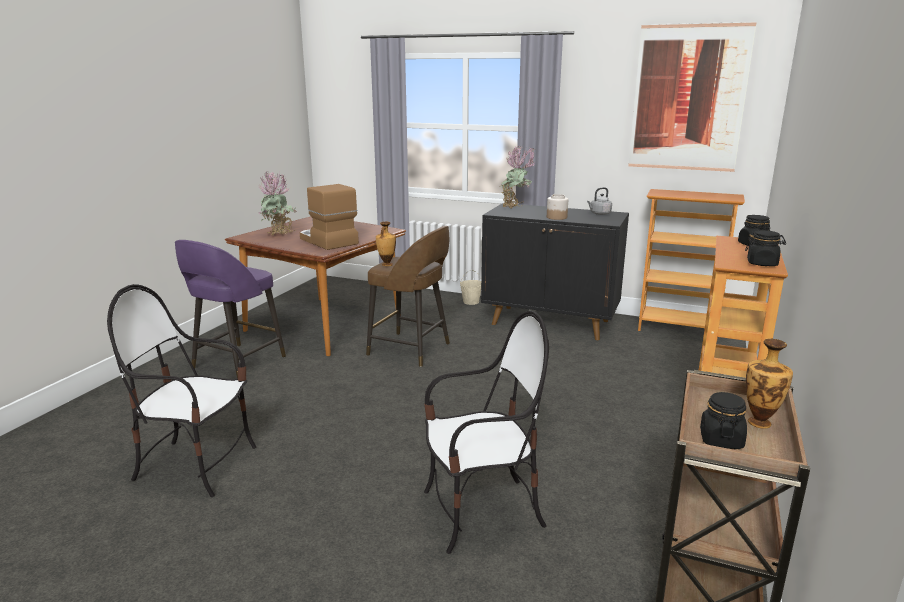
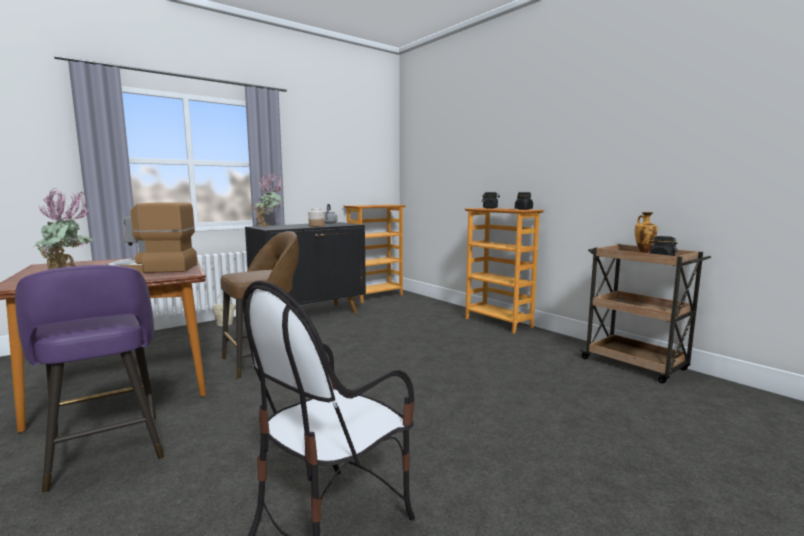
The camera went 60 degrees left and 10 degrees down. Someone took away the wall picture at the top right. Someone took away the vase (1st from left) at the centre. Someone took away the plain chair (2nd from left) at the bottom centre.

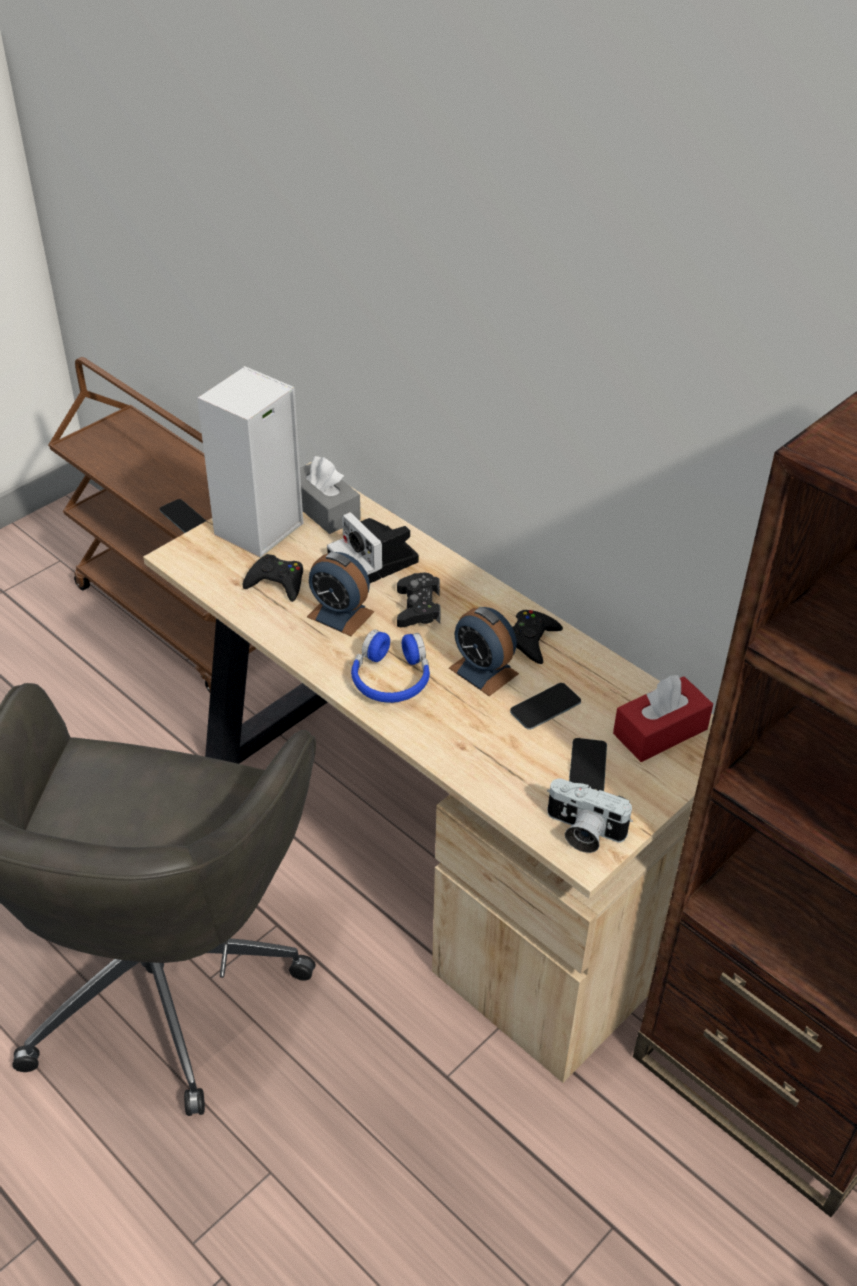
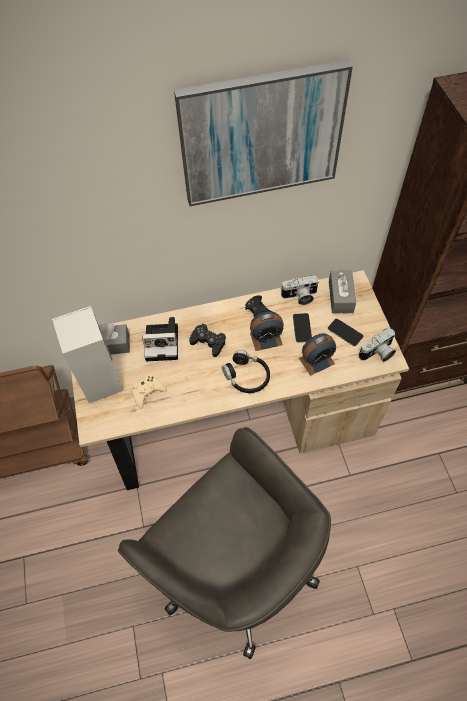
The camera went 55 degrees left and 15 degrees up. Someone took away the telephone (1st from left) at the middle left. Someone carried the bedside clock (1st from left in the first image) from the centre to the middle right. Someone repainted the gamepad (black) (1st from left) at the middle left, which became the gamepad (beige) at the middle left. Someone repainted the headphones (blue) at the centre, which became the headphones (black) at the centre. Someone repainted the tissue holder (reddish) at the middle right, which became the tissue holder (grey) (2nd from left) at the middle right. Someone put up the wall picture at the top centre. Someone put down the photo camera (2nd from left) at the centre.

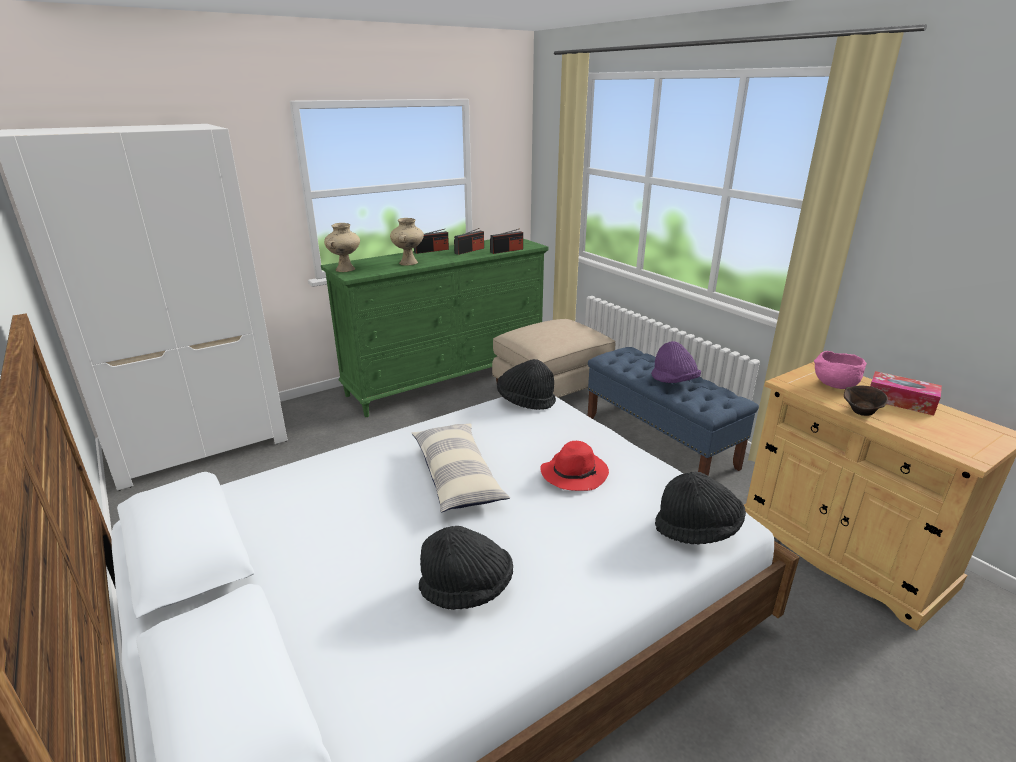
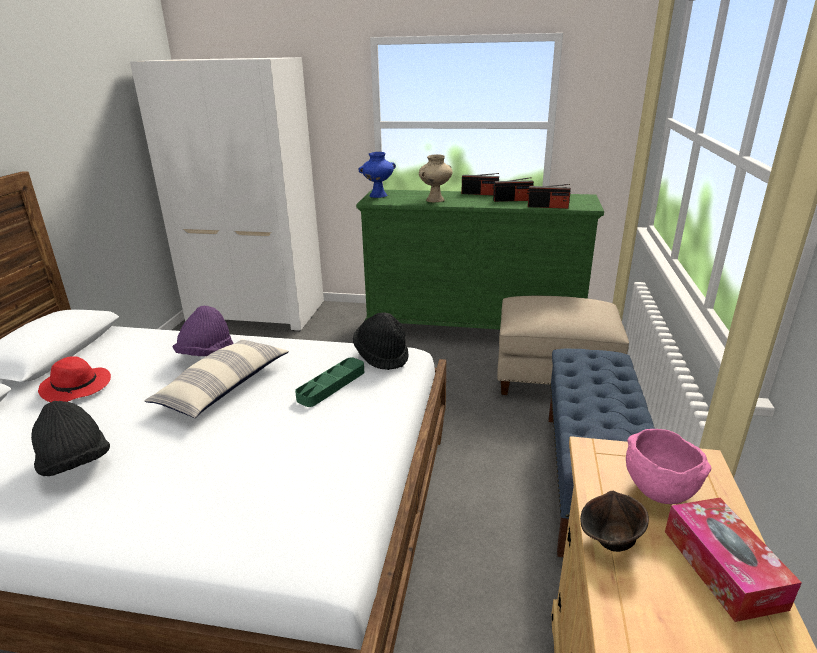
The camera went 45 degrees right and 0 degrees up. Someone repainted the vase (beige) (1st from left) at the top centre, which became the vase (blue) at the top centre. Someone carried the hat (purple-coloured) from the centre to the middle left. Someone carried the hat (reddish) from the centre to the middle left. Someone took away the hat (black) (3rd from left) at the middle right. Someone put down the serving tray (green) at the centre.

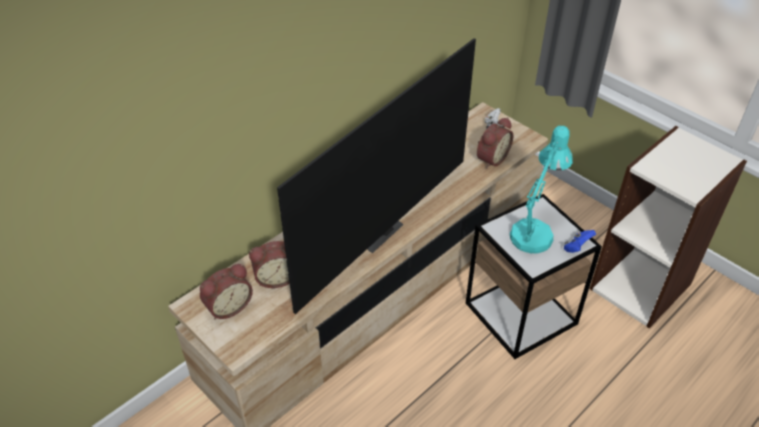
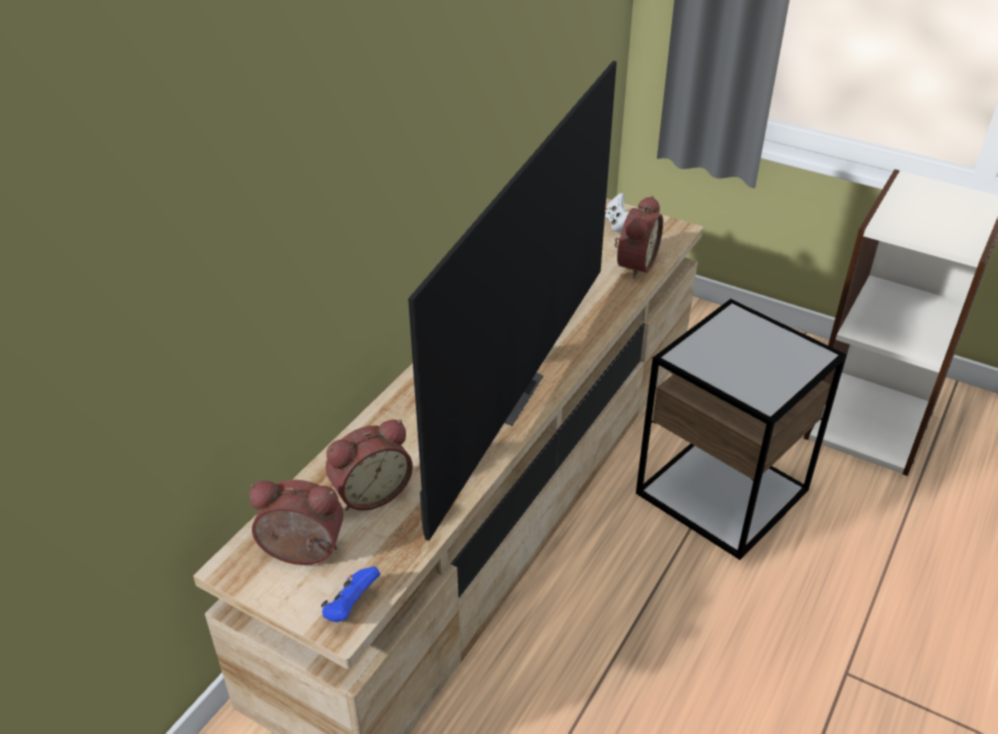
The camera went 15 degrees left and 5 degrees down. Someone took away the lamp for a table (turquoise) at the middle right. Someone carried the gamepad (blue) from the middle right to the bottom centre. Someone rotated the bedside clock (1st from left) at the bottom left by 120 degrees counterclockwise.

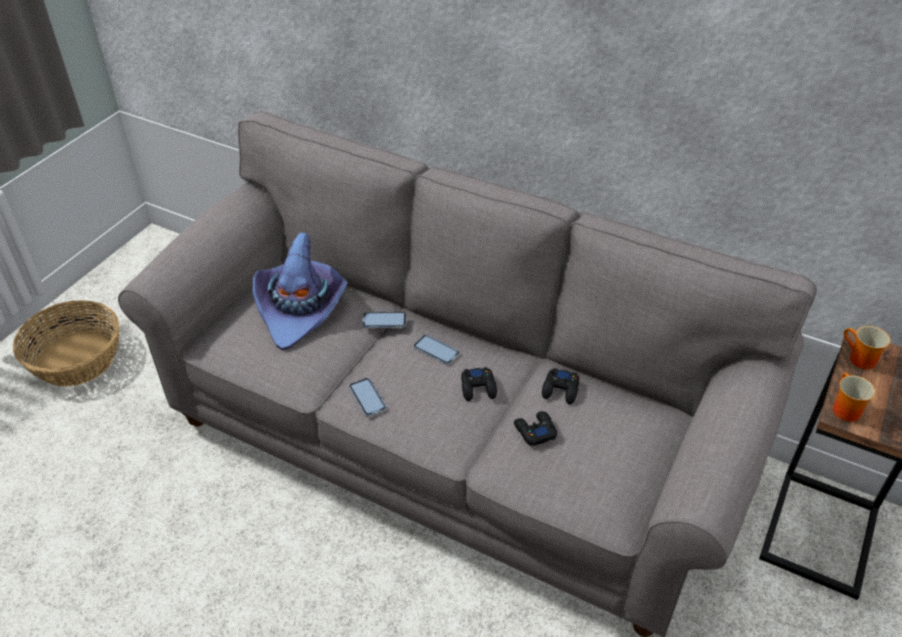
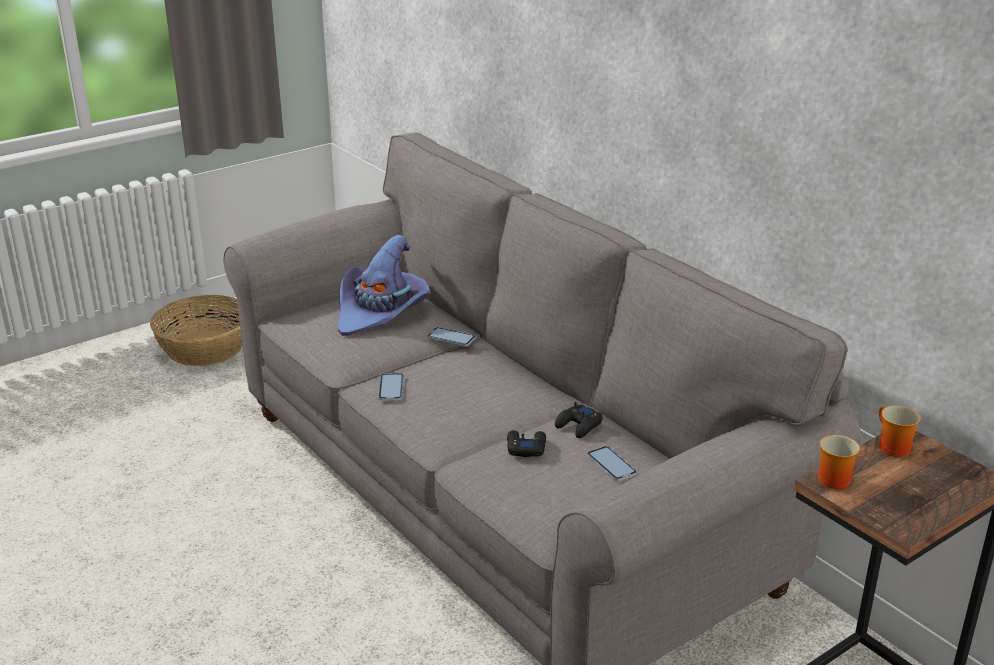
The camera went 25 degrees right and 15 degrees down. Someone carried the telephone (3rd from left) from the centre to the bottom centre. Someone took away the gamepad (black) (1st from left) at the centre.

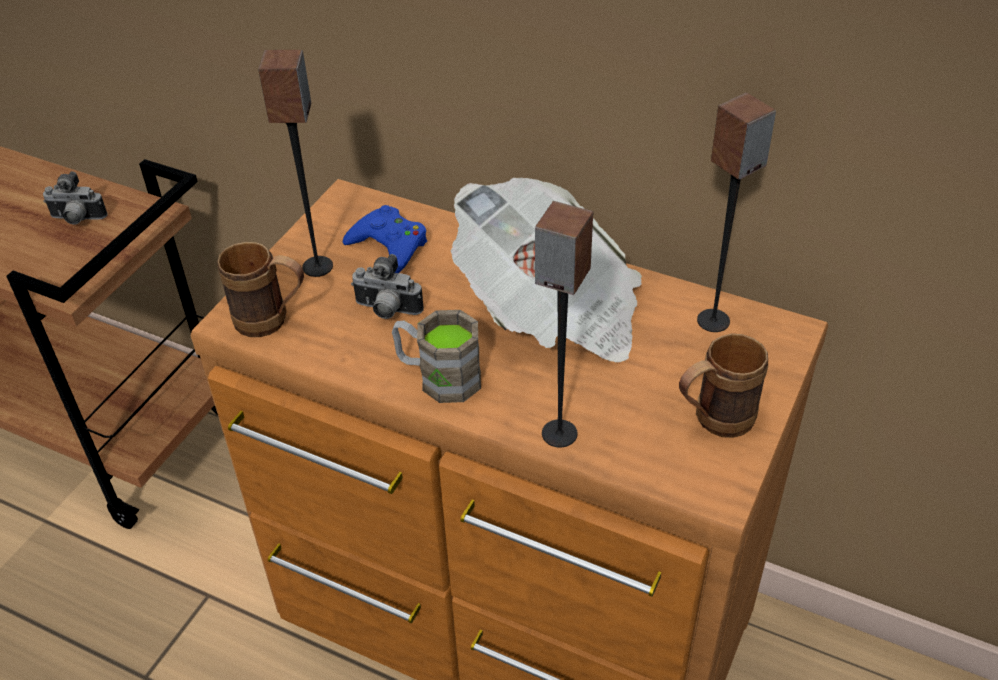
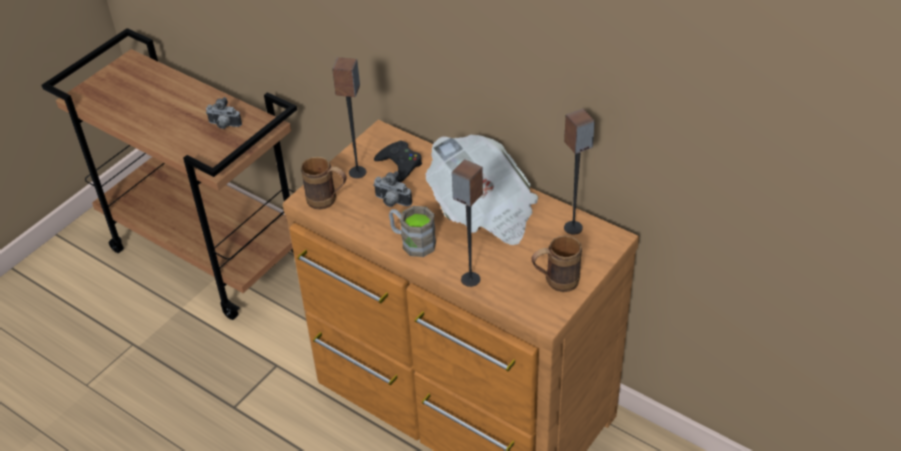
The camera went 10 degrees right and 0 degrees up. Someone repainted the gamepad (blue) at the centre, which became the gamepad (black) at the centre.

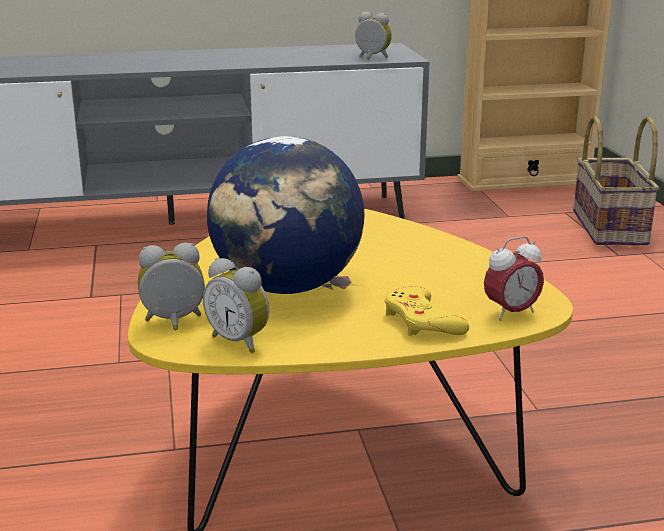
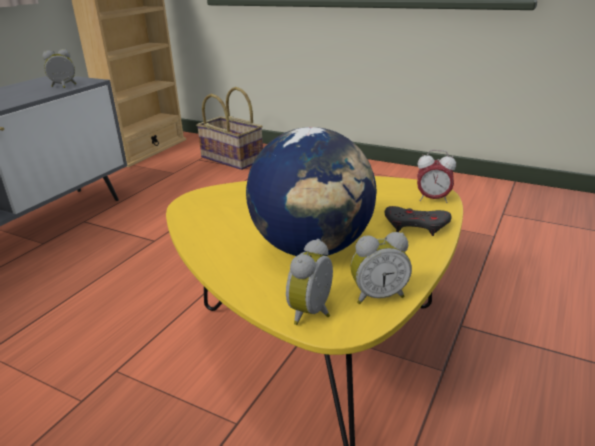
The camera went 50 degrees left and 5 degrees up. Someone rotated the bedside clock (4th from left) at the middle right by 90 degrees clockwise. Someone repainted the gamepad (yellowish) at the centre, which became the gamepad (grey) at the middle right.

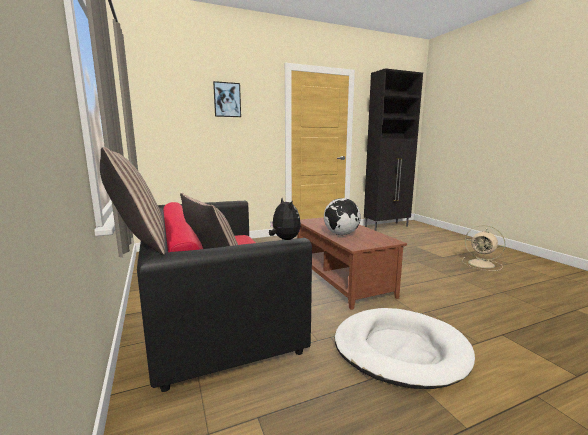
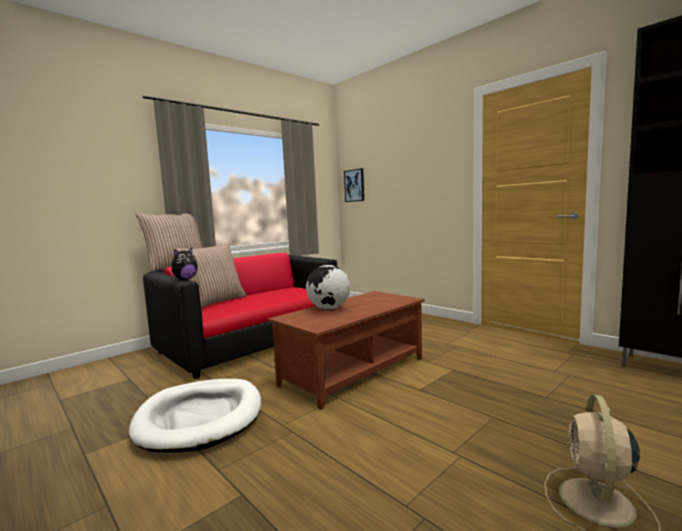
The camera went 70 degrees right and 5 degrees down. Someone carried the wall picture from the top centre to the centre.

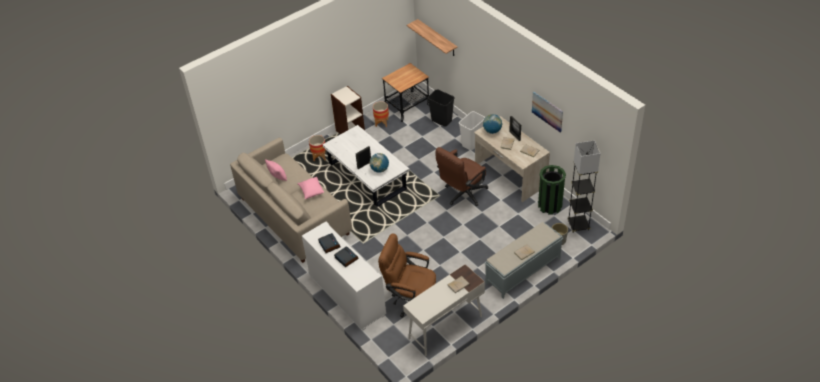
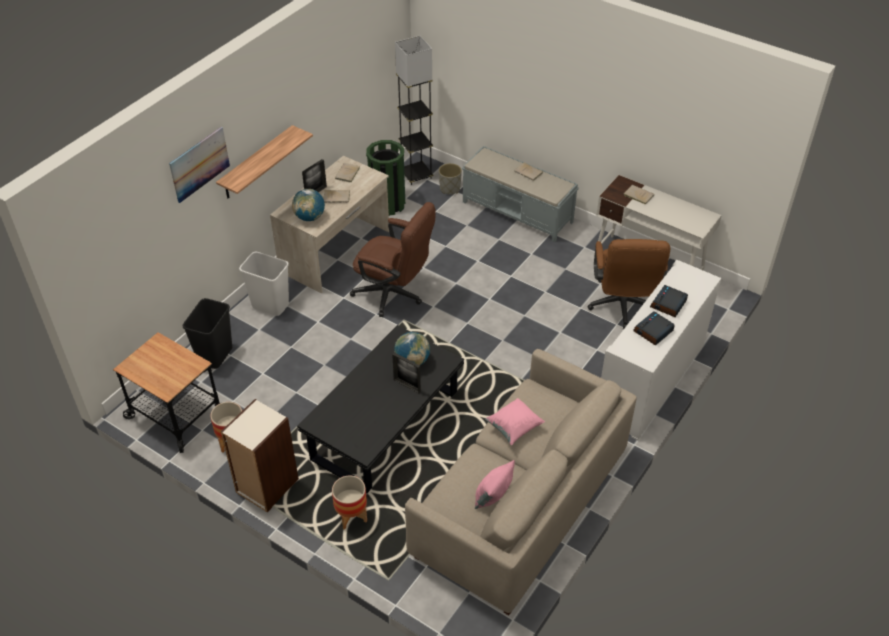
The camera went 110 degrees left and 0 degrees up. Someone carried the wall shelf from the top centre to the top left. Someone carried the wall picture from the top right to the top left. Someone repainted the lounge table (white-coloured) at the centre, which became the lounge table (black) at the centre.

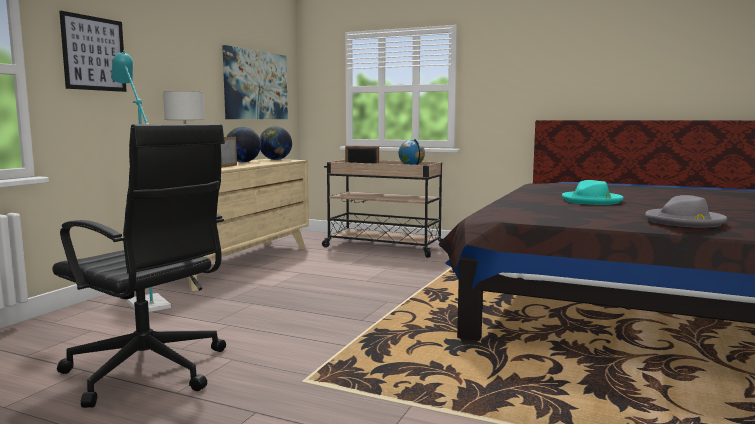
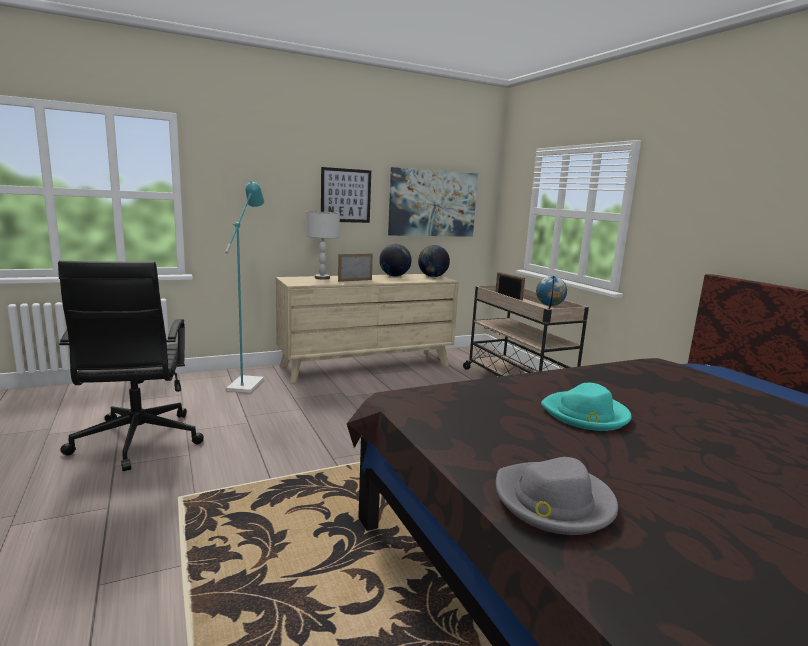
The camera went 40 degrees right and 5 degrees up. Someone carried the wall picture (1st from left) from the top left to the top centre.

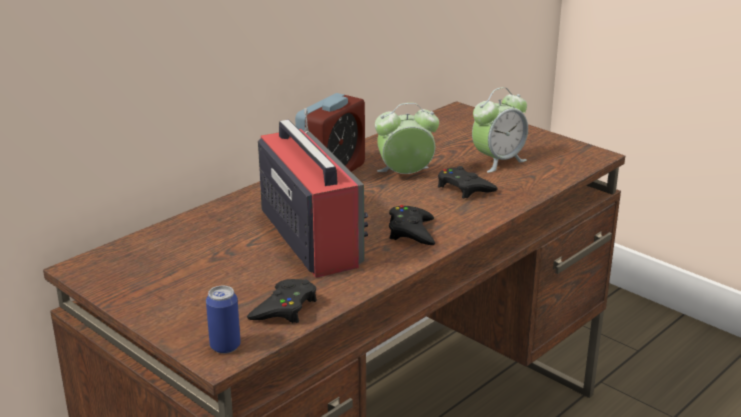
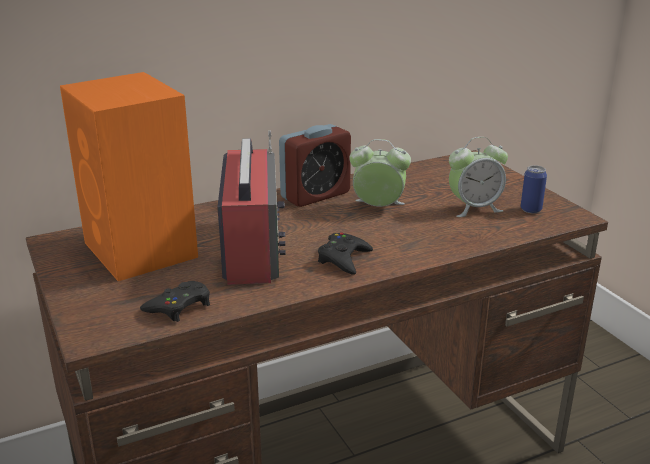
The camera went 20 degrees right and 0 degrees up. Someone took away the gamepad (black) (3rd from left) at the centre. Someone carried the sealed can from the bottom left to the middle right. Someone put down the loudspeaker (orange-coloured) at the middle left.

